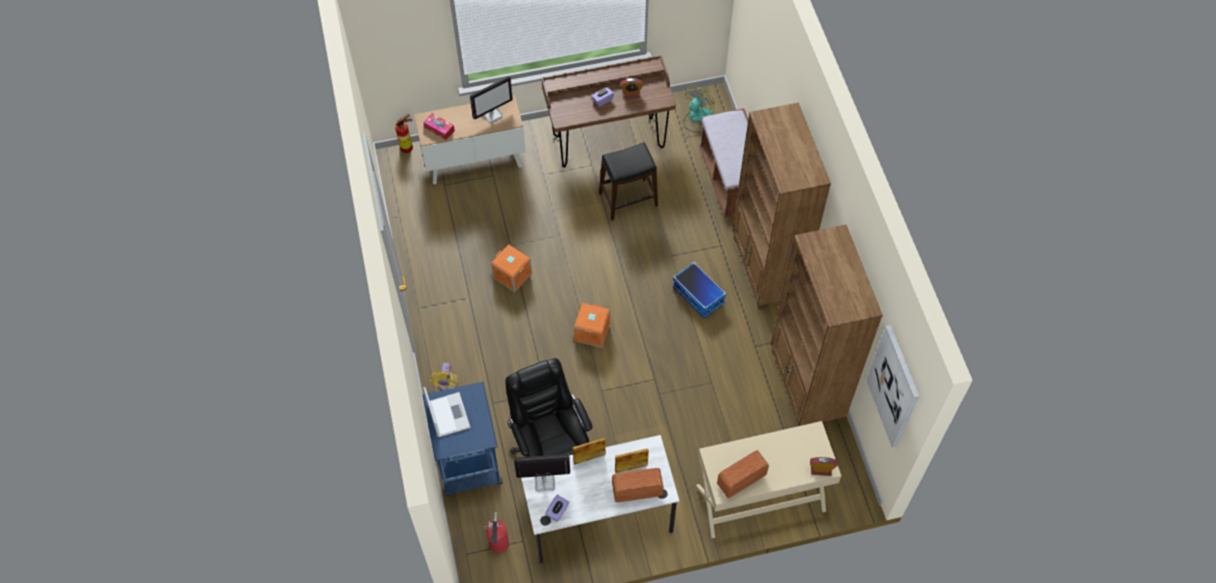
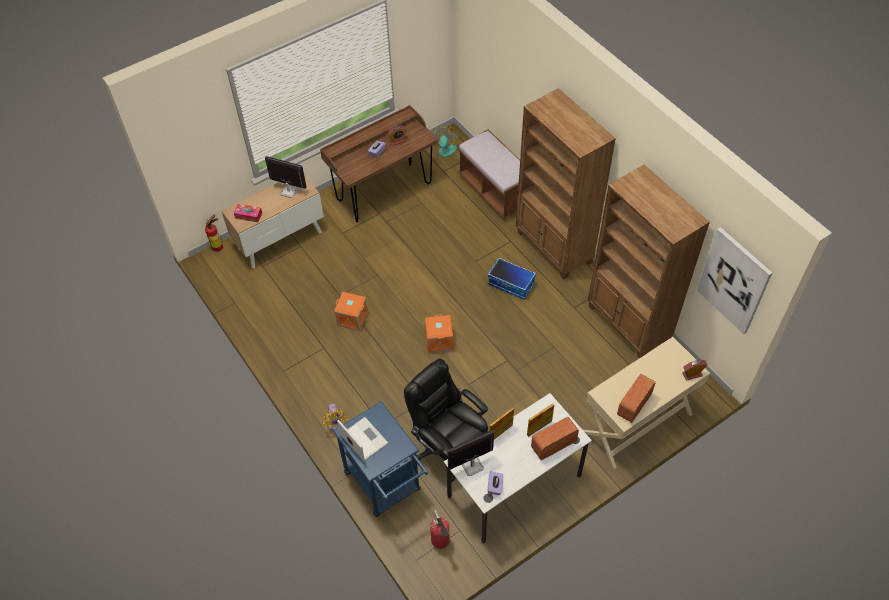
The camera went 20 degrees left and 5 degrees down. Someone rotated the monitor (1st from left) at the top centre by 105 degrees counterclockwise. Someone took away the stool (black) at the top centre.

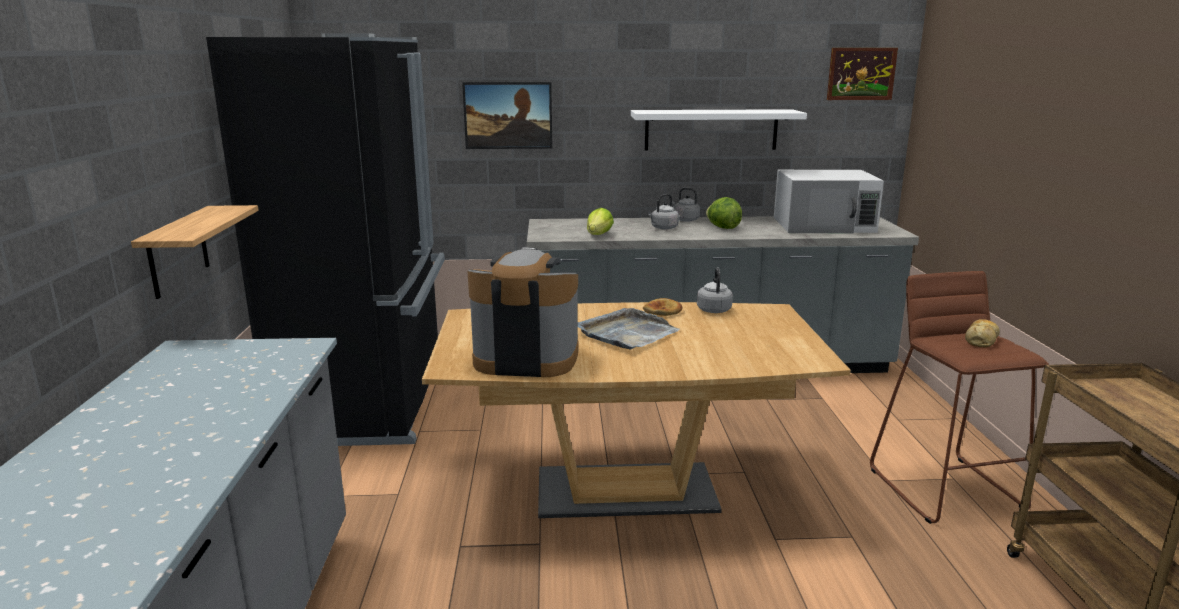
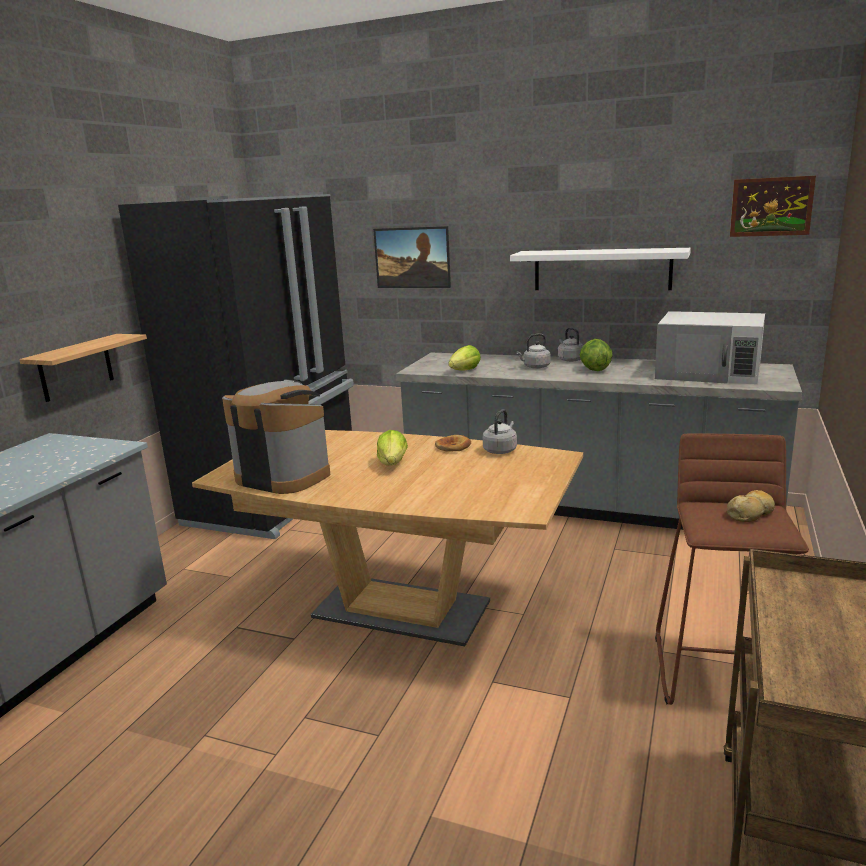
The camera went 25 degrees right and 0 degrees up. Someone swapped the serving tray (grey) at the centre for the lettuce (1st from left) at the centre.

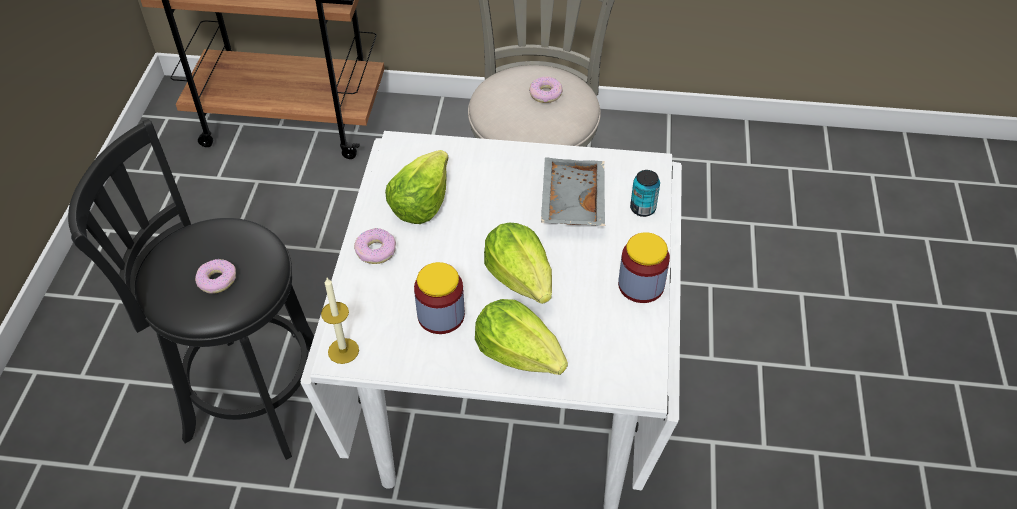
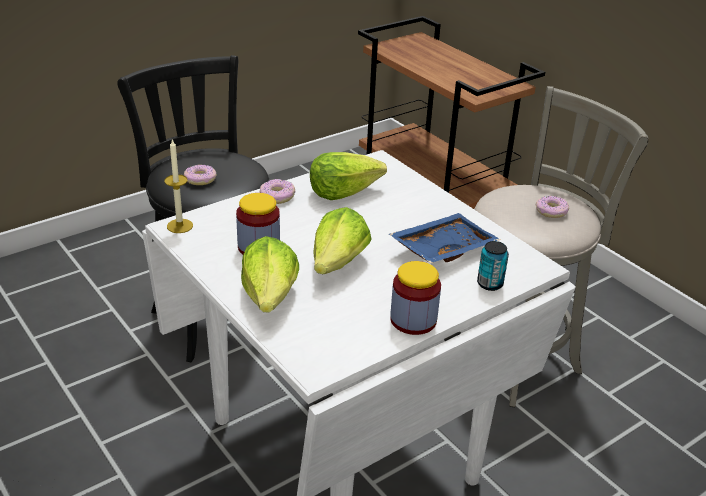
The camera went 45 degrees right and 15 degrees down. Someone repainted the serving tray (grey) at the centre, which became the serving tray (blue) at the centre.

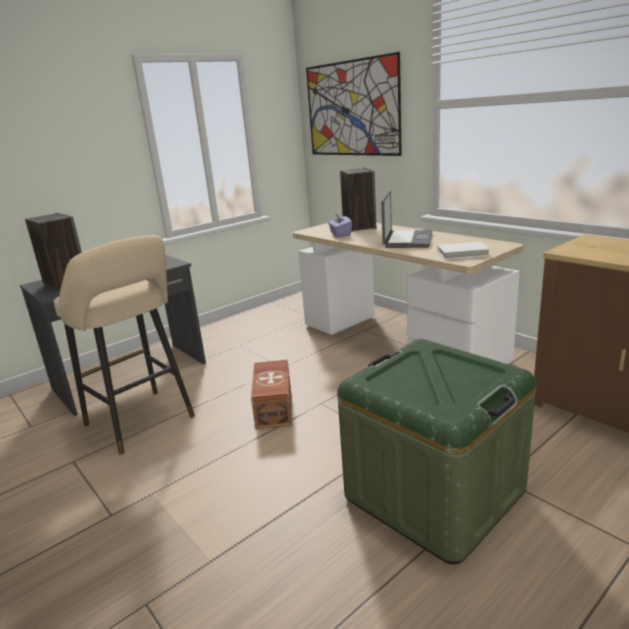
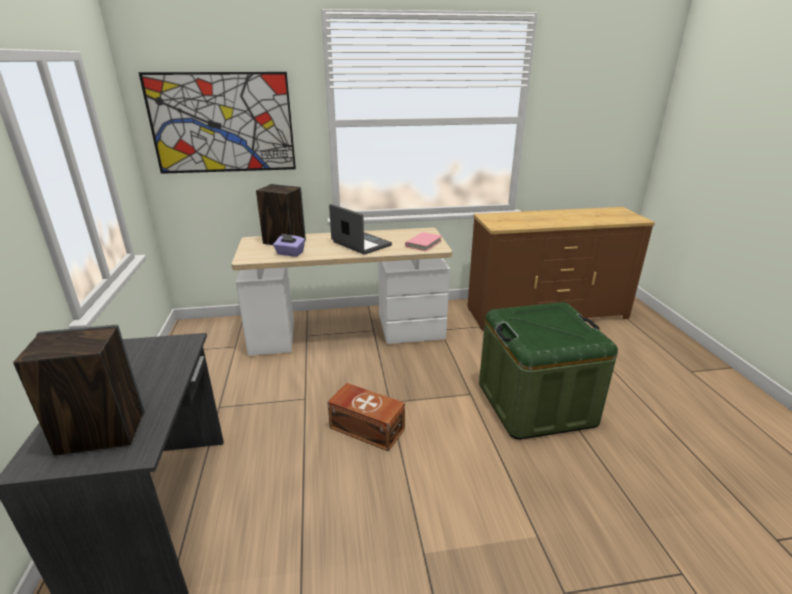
The camera went 60 degrees left and 5 degrees up. Someone took away the stool (beige) at the middle left. Someone repainted the volume (white-coloured) at the middle right, which became the volume (pink) at the centre.

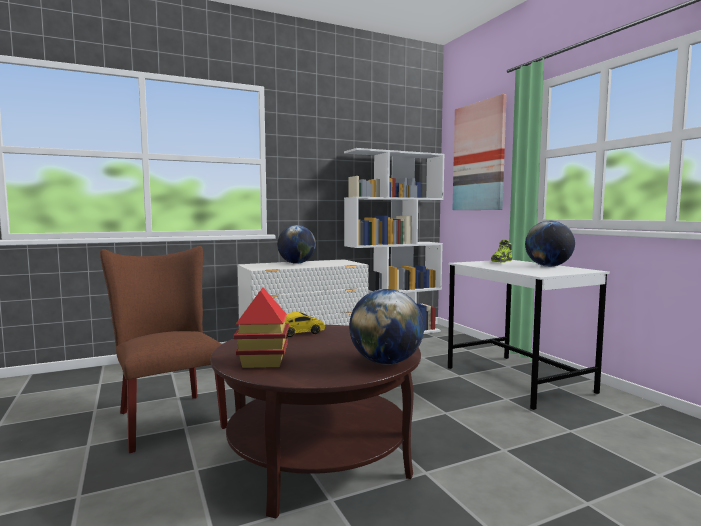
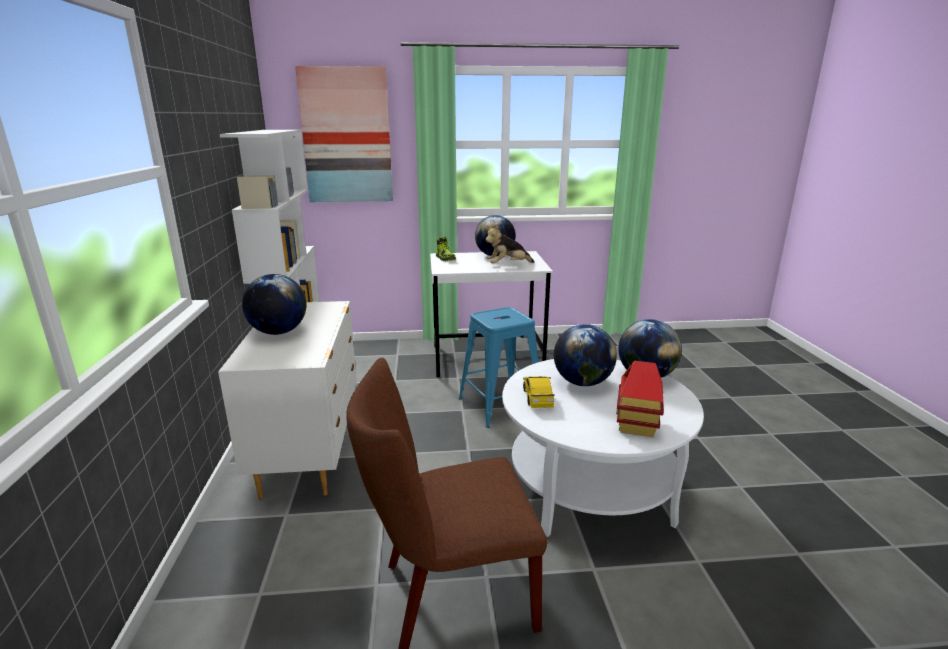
The camera went 70 degrees left and 15 degrees up. Someone repainted the lounge table (brown-coloured) at the bottom centre, which became the lounge table (white-coloured) at the bottom centre. Someone put down the plush toy at the centre. Someone put down the stool (blue) at the centre. Someone put down the desk globe (3rd from left) at the centre.

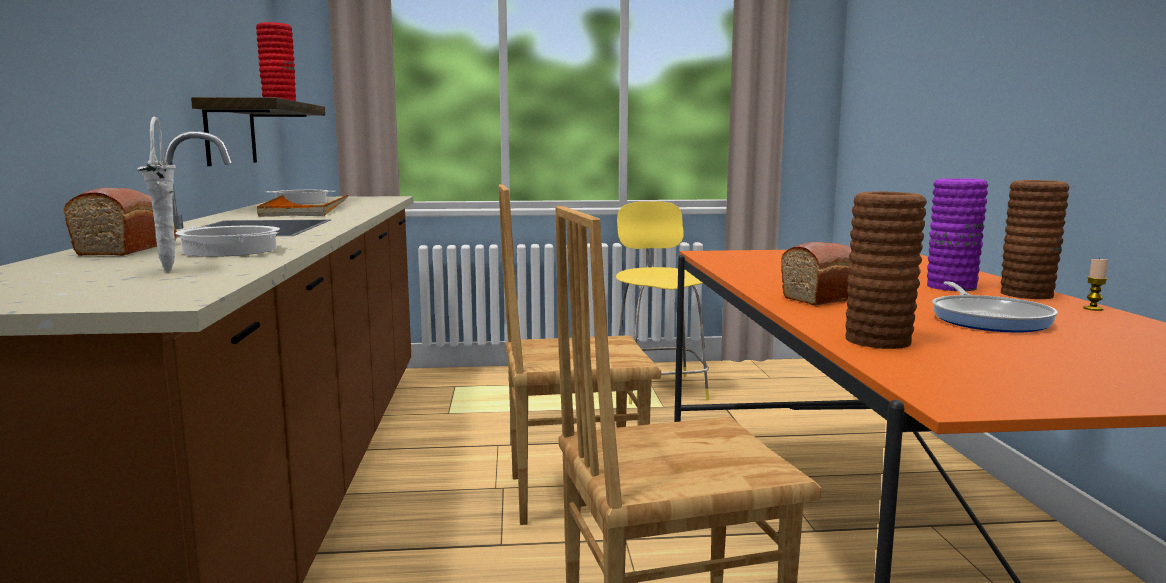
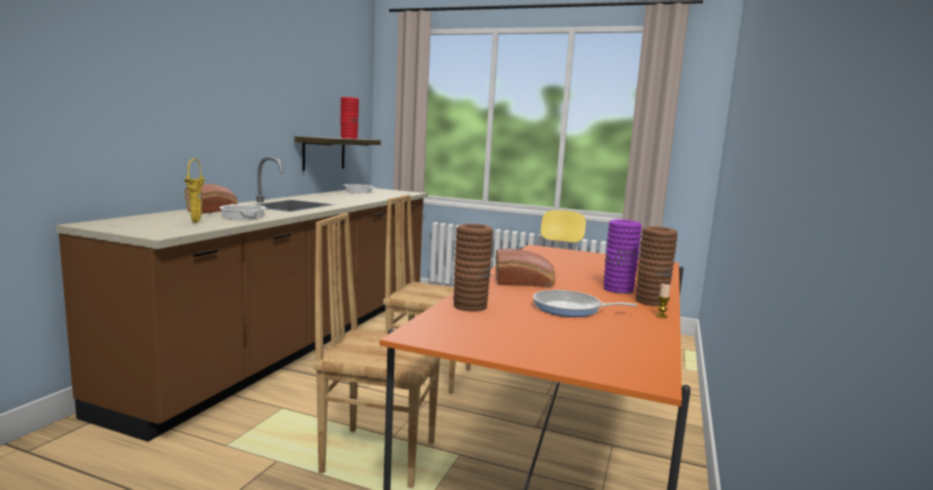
The camera went 25 degrees right and 0 degrees up. Someone repainted the vase (white-coloured) at the top left, which became the vase (yellowish) at the middle left. Someone took away the serving tray (orange-coloured) at the middle left. Someone rotated the frying pan at the middle right by 75 degrees clockwise.

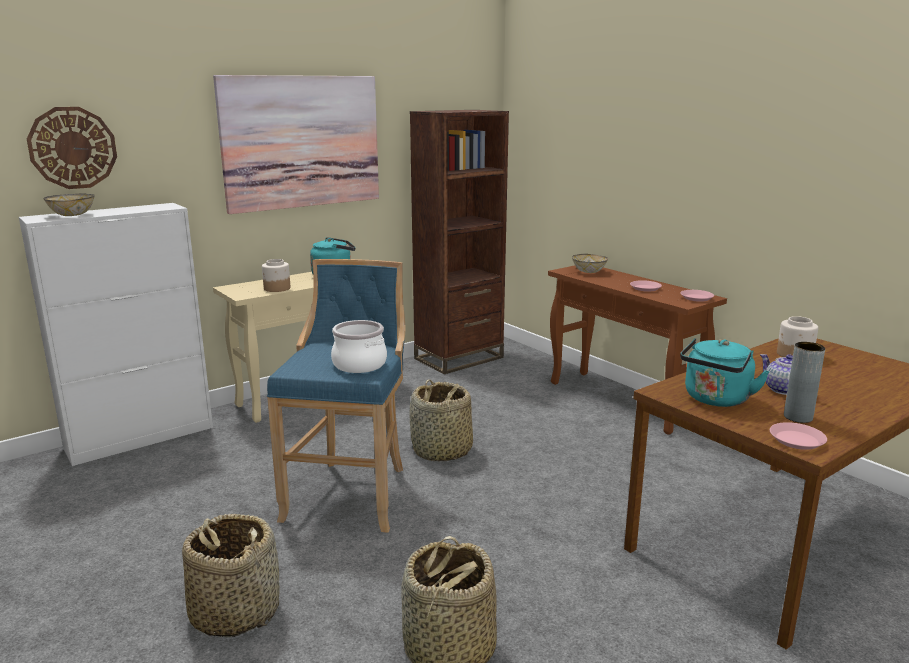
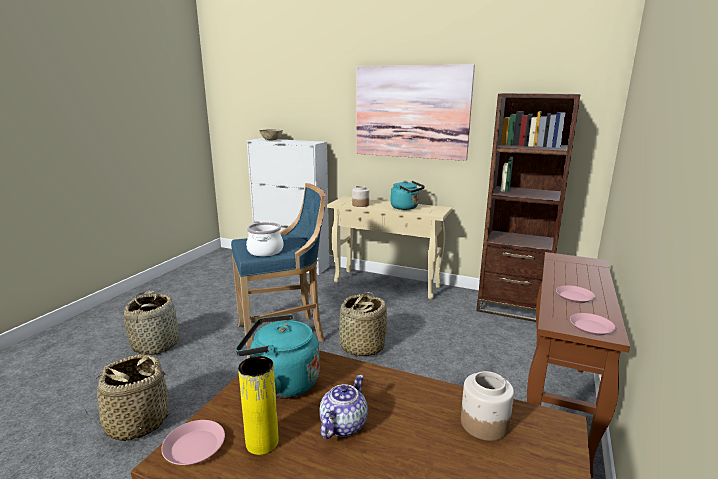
The camera went 60 degrees right and 0 degrees up. Someone took away the wall clock at the top left. Someone took away the deep dish (2nd from left) at the centre. Someone repainted the vase (grey) at the middle right, which became the vase (yellowish) at the bottom centre.

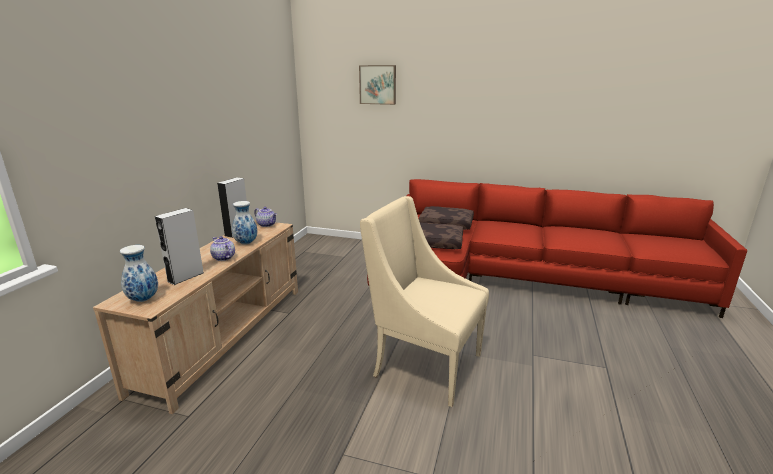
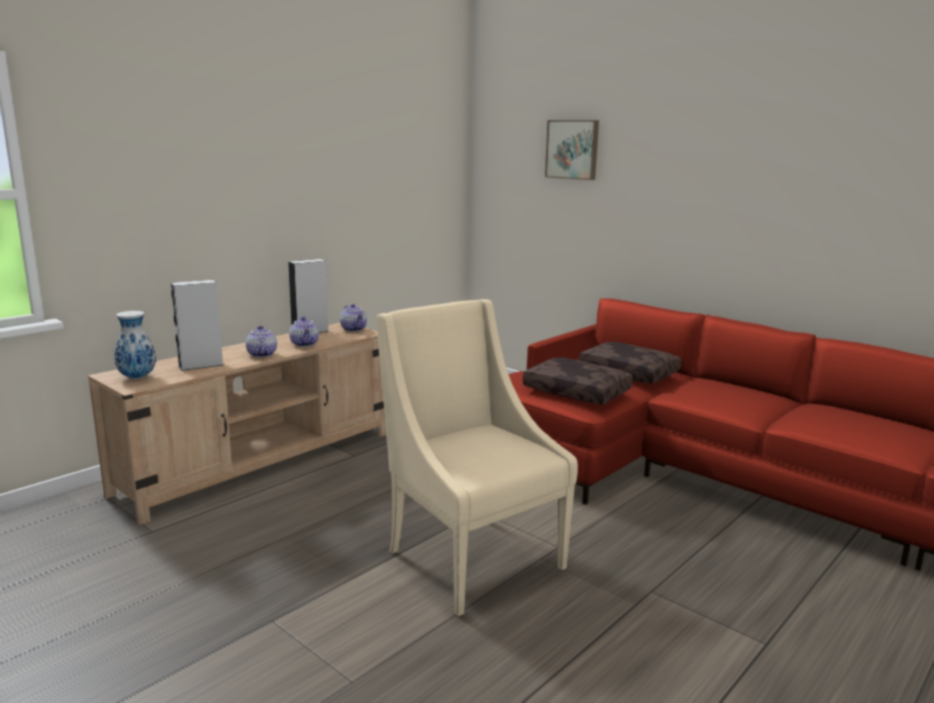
The camera went 25 degrees right and 5 degrees down. Someone swapped the vase (2nd from left) at the middle left for the pot for tea (2nd from left) at the middle left.

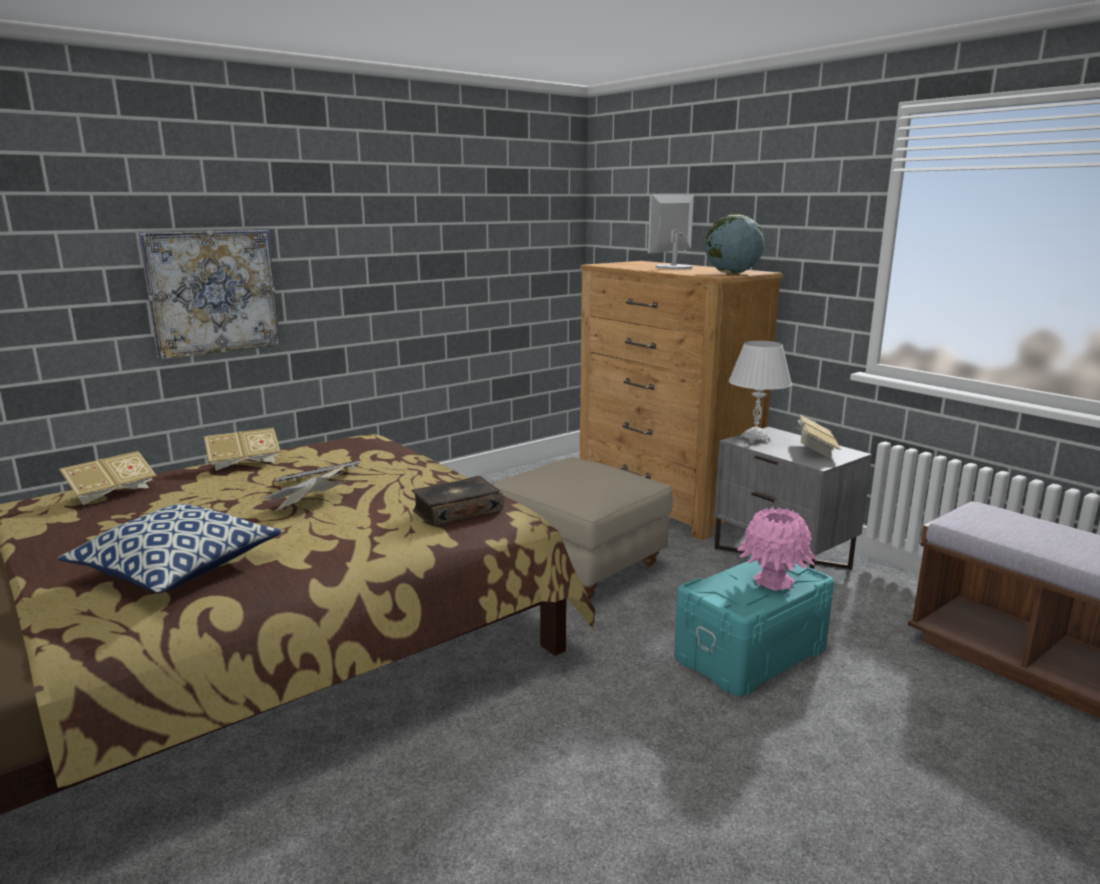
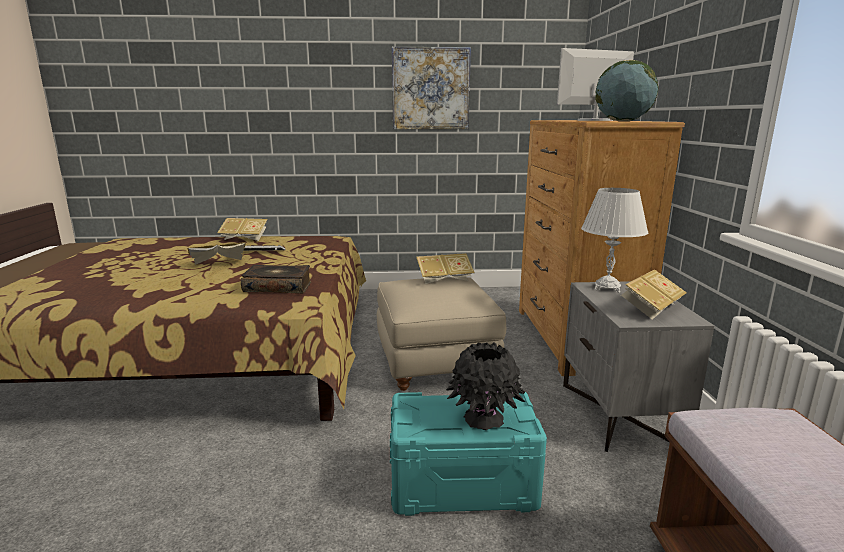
The camera went 35 degrees right and 0 degrees up. Someone carried the wall picture from the top left to the top centre. Someone carried the volume (1st from left in the first image) from the middle left to the centre. Someone took away the pillow at the middle left. Someone repainted the vase (pink) at the middle right, which became the vase (black) at the bottom centre.

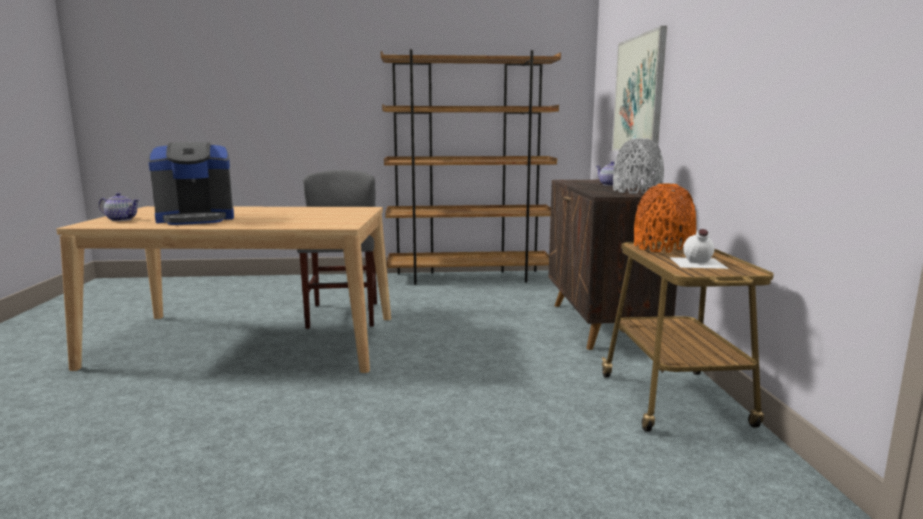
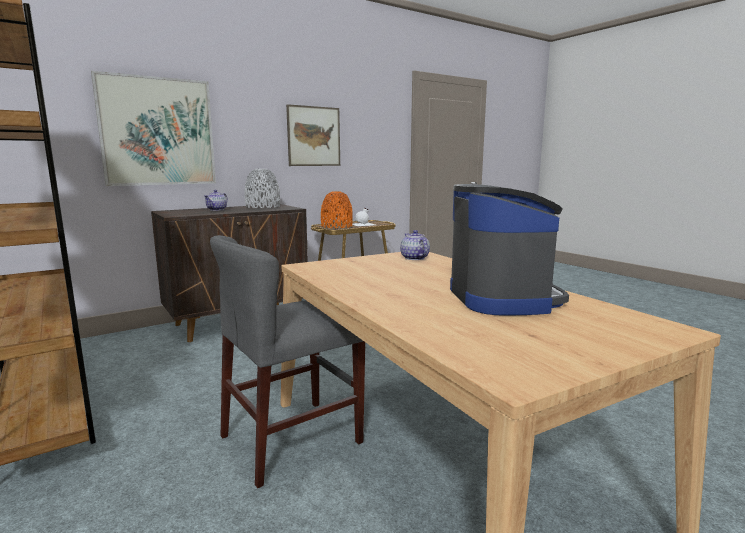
The camera went 120 degrees left and 0 degrees up. Someone rotated the coffee brewer at the middle left by 45 degrees clockwise. Someone carried the pot for tea (1st from left in the first image) from the middle left to the centre. Someone put up the wall picture (2nd from left) at the top centre.

